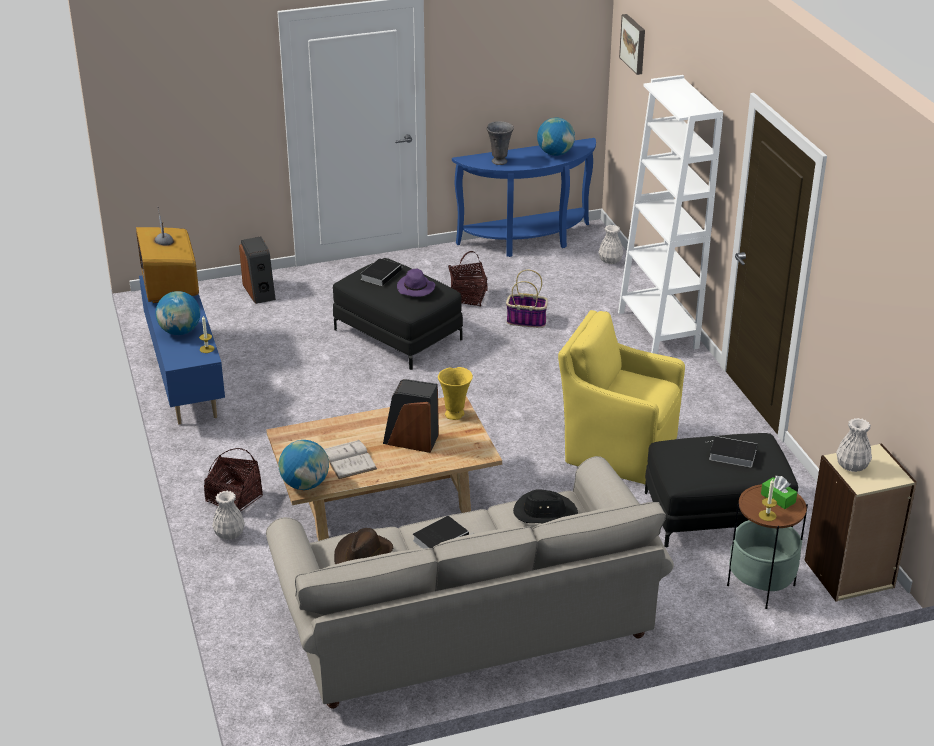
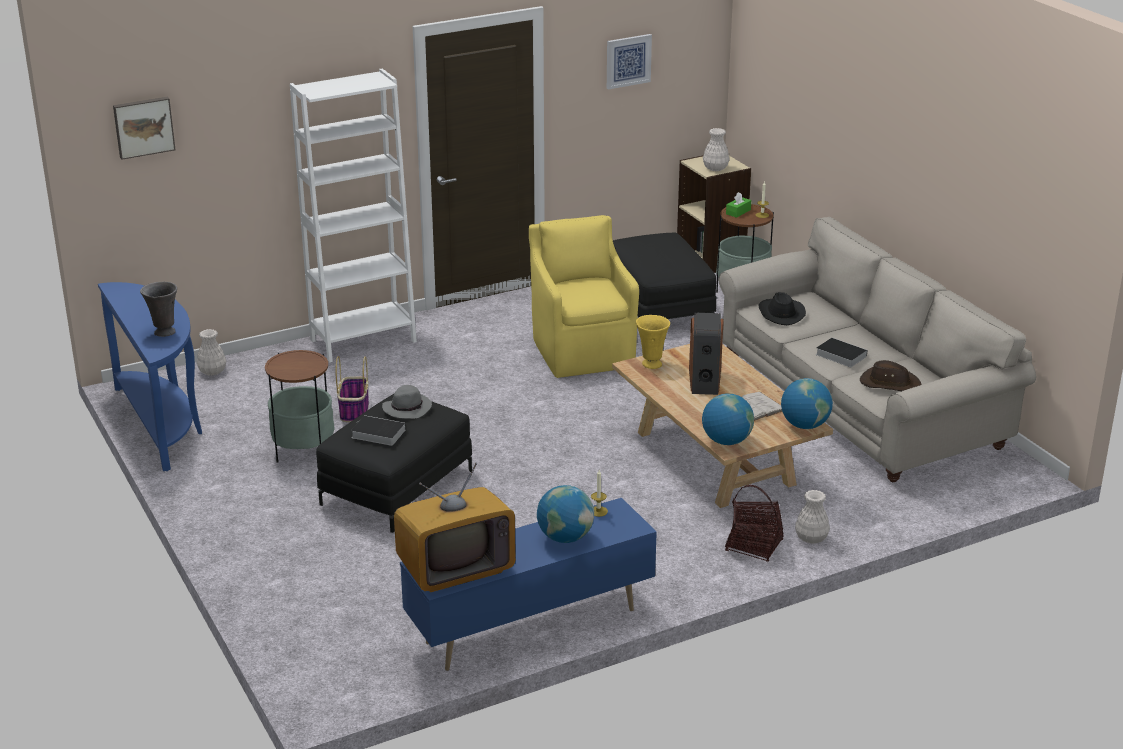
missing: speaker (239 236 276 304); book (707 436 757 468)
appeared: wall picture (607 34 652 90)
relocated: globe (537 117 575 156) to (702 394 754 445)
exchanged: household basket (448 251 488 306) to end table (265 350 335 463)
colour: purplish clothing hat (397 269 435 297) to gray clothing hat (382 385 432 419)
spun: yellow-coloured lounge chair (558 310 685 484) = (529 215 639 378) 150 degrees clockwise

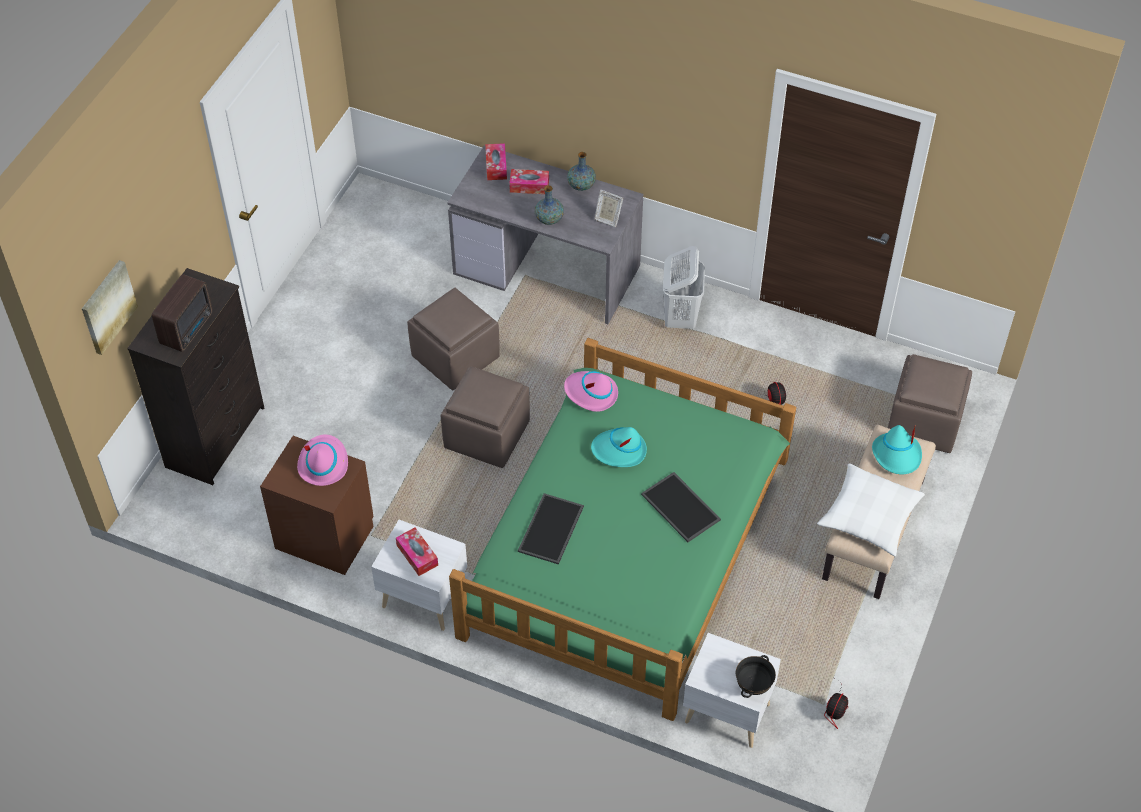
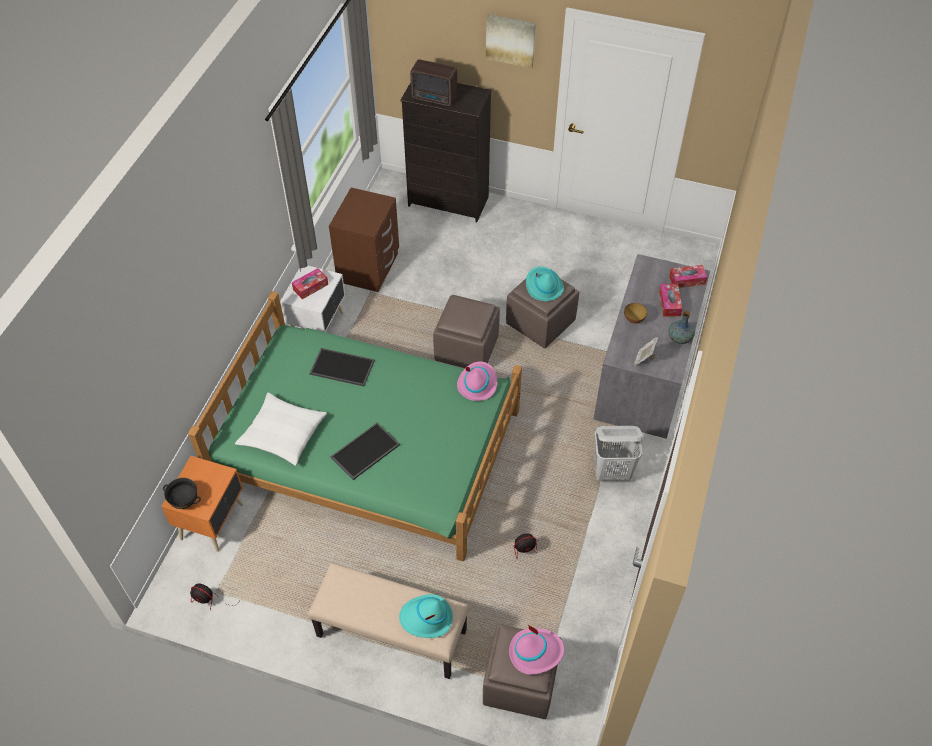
relocated: white-coloured pillow (817 463 925 556) to (235 392 327 466); wall picture (82 260 138 355) to (486 14 536 68); pink clothing hat (297 435 348 486) to (509 624 564 675); blue-green clothing hat (591 427 647 467) to (526 267 564 301)
exchanged: decorative vase (535 185 564 225) to bowl (624 303 647 324)
colour: white-coloured night table (683 633 781 748) to orange night table (161 456 243 552)

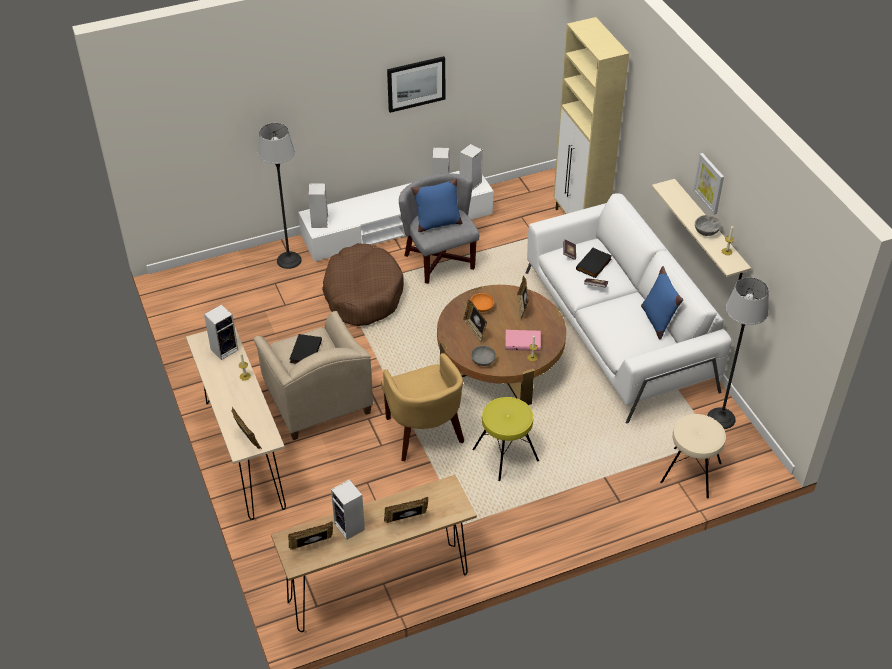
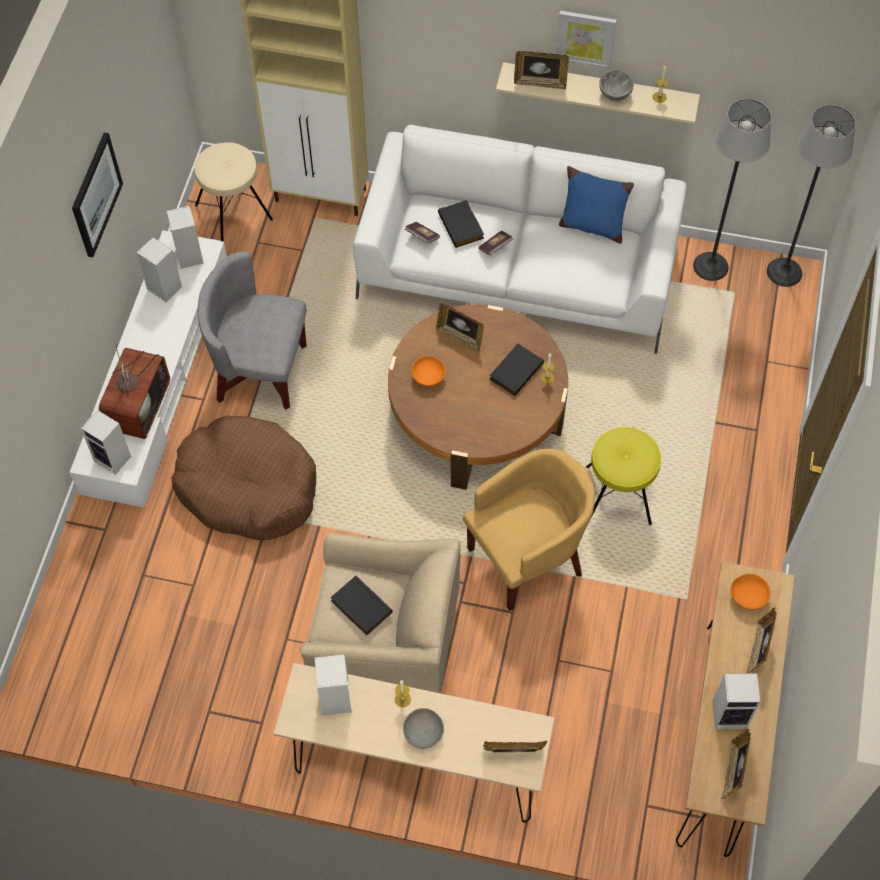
missing: blue-coloured pillow (411 178 463 232)
appeared: TV (99 342 170 439); orange bowl (731 574 771 610)
relocated: sand-coloured stool (660 414 726 499) to (194 142 273 241); gray bowl (471 346 496 366) to (403 708 444 749); picture frame (463 299 487 343) to (514 51 569 90); standing lamp (258 123 302 269) to (767 105 855 287)
colour: pink book (505 330 541 351) to blackish book (489 344 544 396)
spun: yellow-coloured lounge chair (381 353 464 461) = (463 449 595 611) 45 degrees counterclockwise

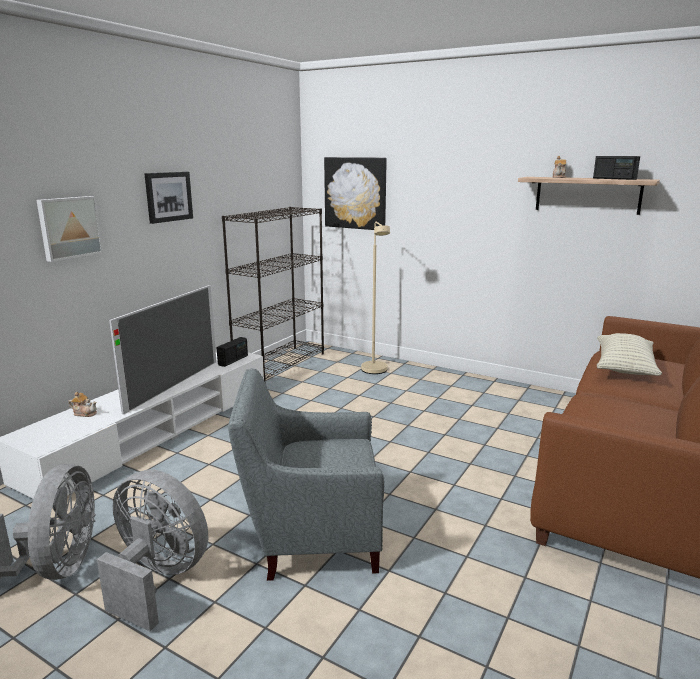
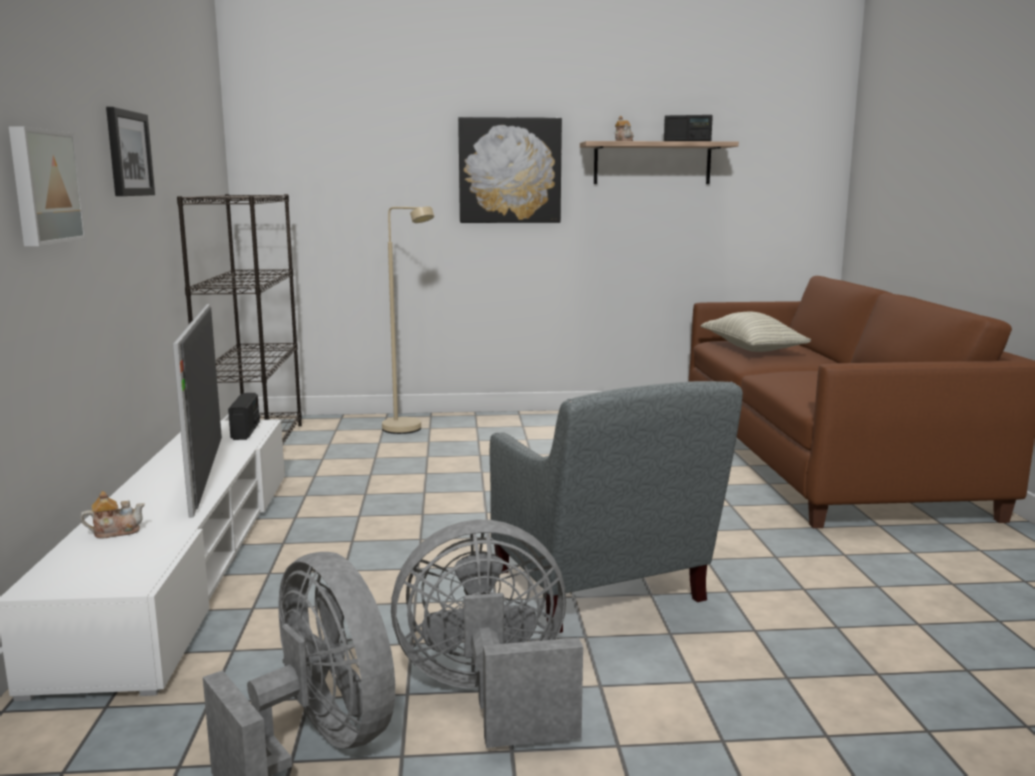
relocated: wall picture (324 157 387 230) to (458 117 562 223)
spun: gray lounge chair (228 368 385 581) = (490 381 743 633) 75 degrees counterclockwise

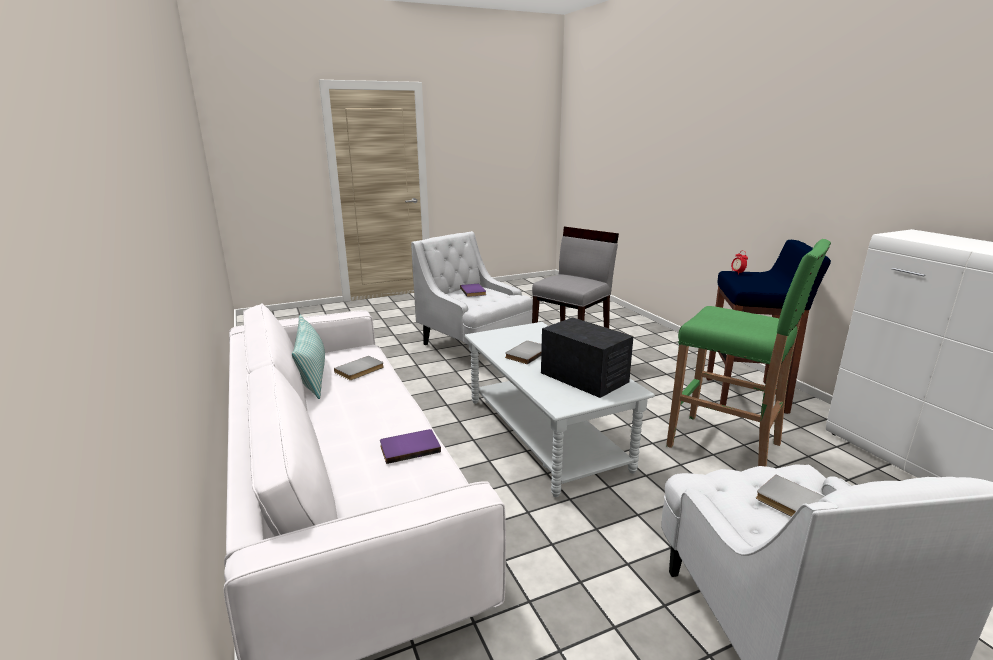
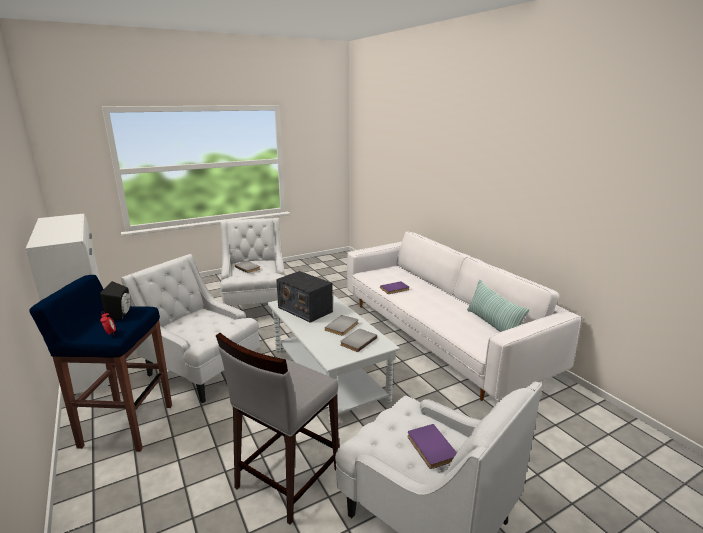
appeared: blackish speaker (100 281 131 321)
relocated: gray book (334 356 384 380) to (340 329 377 352)
exchanged: green stool (666 239 831 467) to white-coloured lounge chair (121 254 260 403)

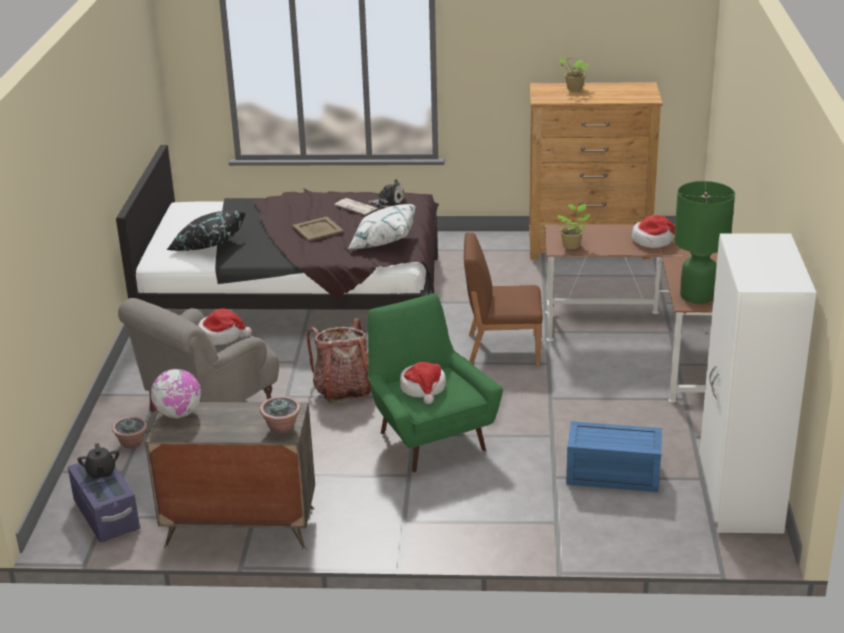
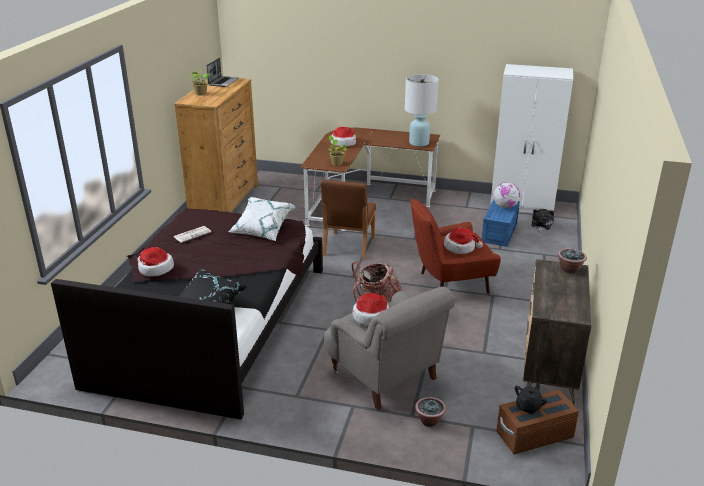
missing: sand-coloured carrying tray (292 217 344 241)
appeared: clothing hat (138 247 174 277); portable computer (206 58 239 87)
relocated: globe (151 369 201 419) to (493 182 520 208); soft toy (368 179 405 208) to (531 209 554 232)
colour: green lamp for a table (674 181 735 304) to white-coloured lamp for a table (405 74 439 147); green lounge chair (368 293 503 472) to red lounge chair (411 199 501 294); purplish storage container (68 461 140 542) to brown storage container (496 390 579 454)
spun: blackish pot for tea (77 443 119 479) = (515 383 547 415) 45 degrees counterclockwise

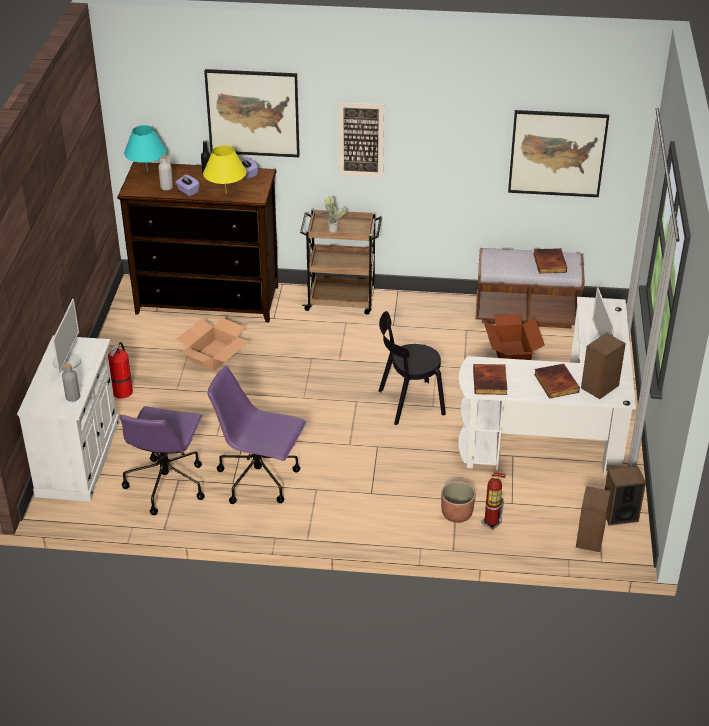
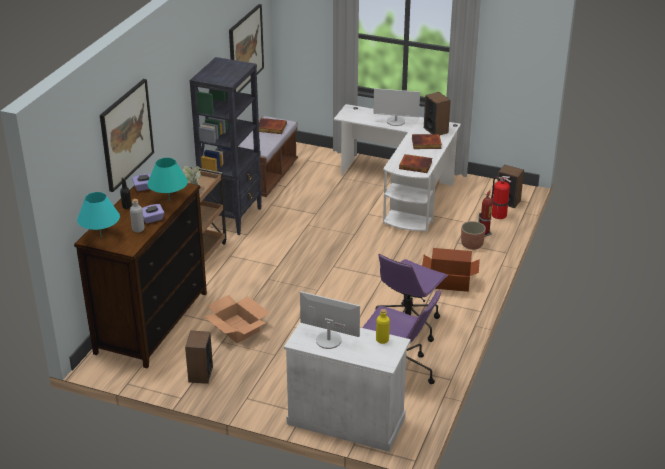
missing: wall picture (338 102 384 177); blackish chair (379 311 446 425)
appeared: blackish shelving unit (190 57 262 235)
relocated: speaker (605 466 646 525) to (185 331 213 384); packing box (484 314 545 360) to (422 248 480 292); extinguisher (108 342 133 399) to (491 176 511 219)
colour: yellow-coloured lamp for a table (203 145 246 193) to blue-green lamp for a table (147 158 188 202); gray drink bottle (62 363 80 402) to yellow-coloured drink bottle (376 309 390 344)

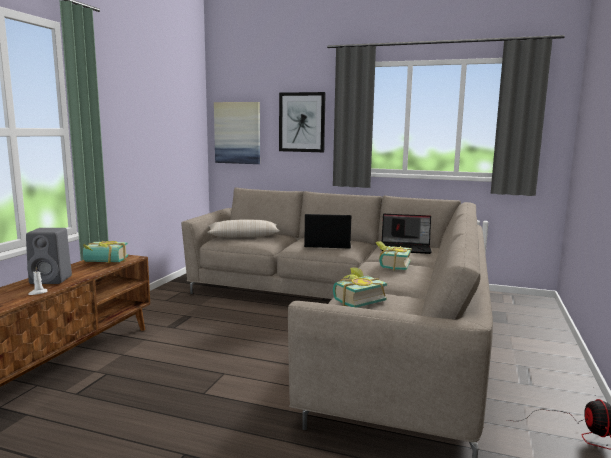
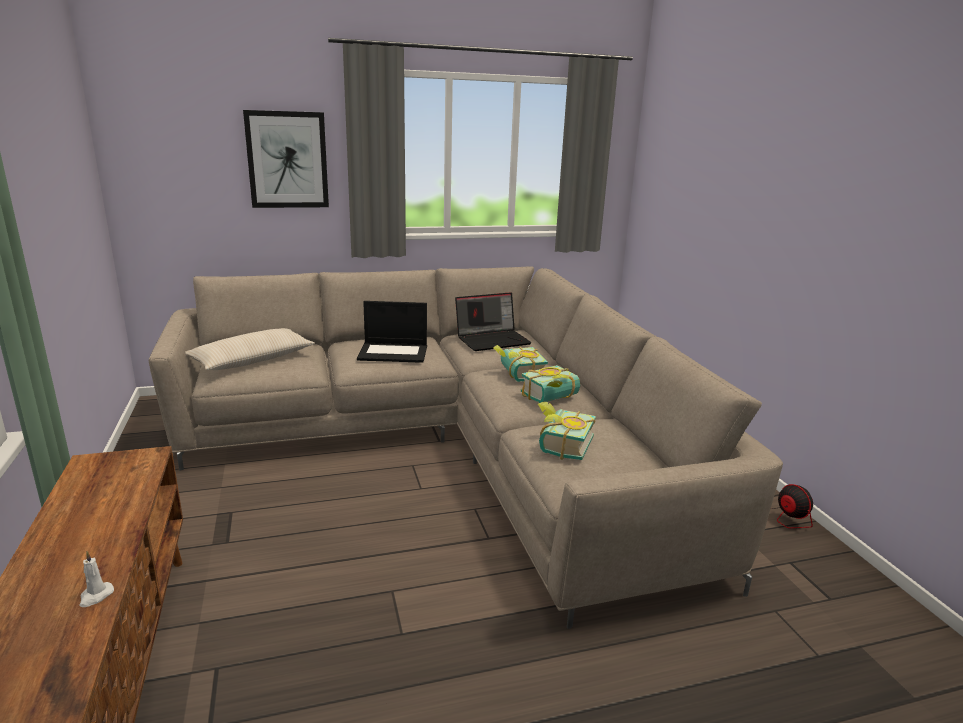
missing: gray speaker (26 228 72 284); wall picture (214 102 260 164)
relocated: book (83 241 128 263) to (521 365 580 403)
spun: portable computer (304 214 351 249) = (357 301 427 363) 150 degrees counterclockwise

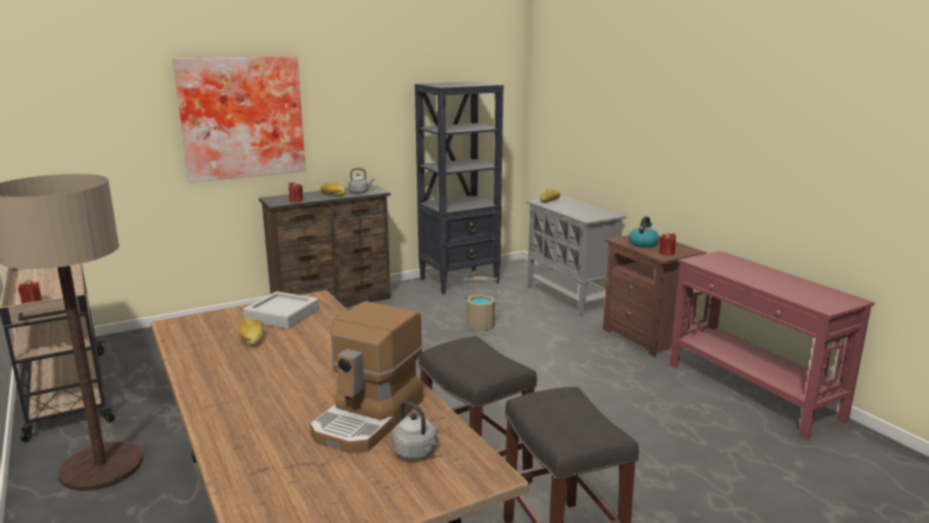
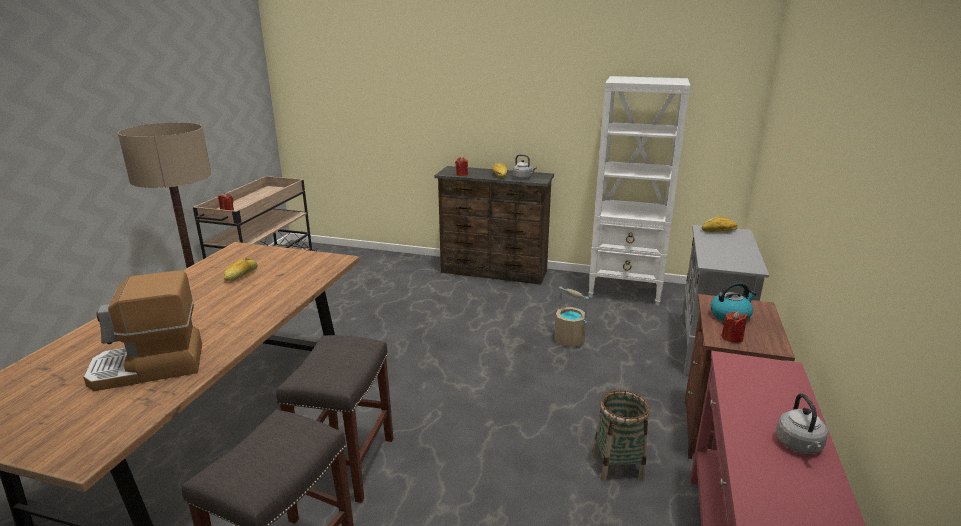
missing: wall picture (173 56 306 182); gray carrying tray (243 291 319 329)
appeared: household basket (593 390 650 482)
relocated: gray kettle (392 401 438 460) to (776 393 828 454)
colour: blackish shelving unit (415 81 504 294) to white-coloured shelving unit (589 76 690 306)

